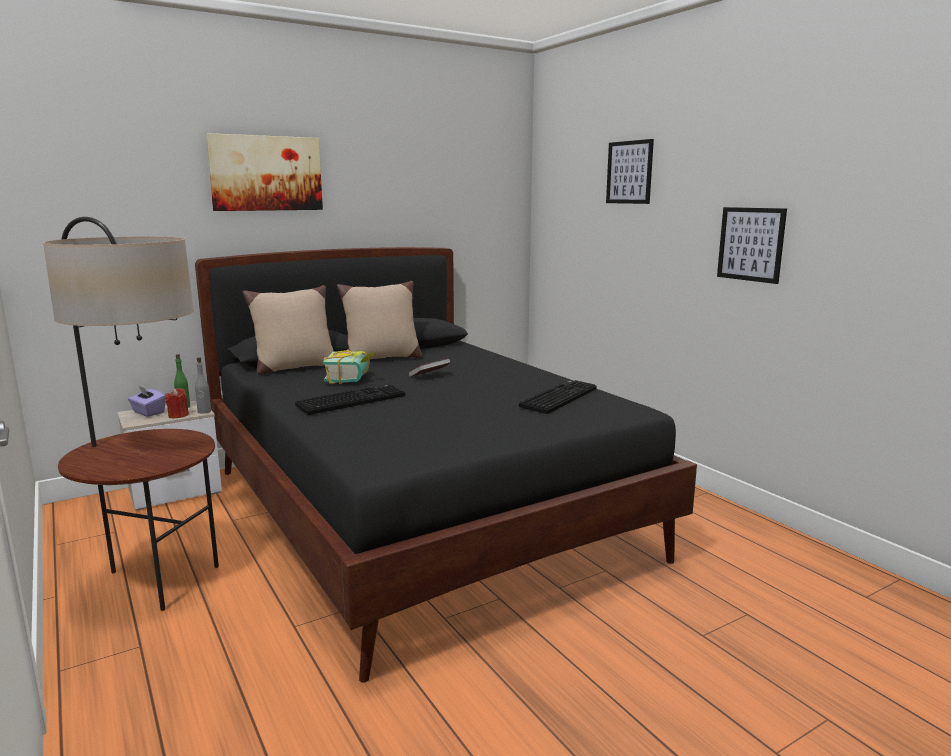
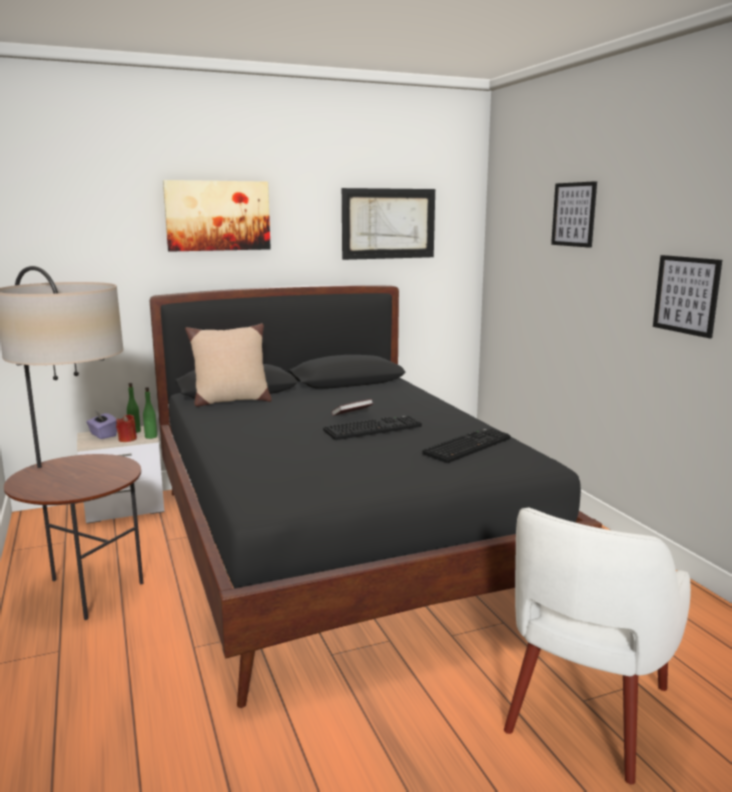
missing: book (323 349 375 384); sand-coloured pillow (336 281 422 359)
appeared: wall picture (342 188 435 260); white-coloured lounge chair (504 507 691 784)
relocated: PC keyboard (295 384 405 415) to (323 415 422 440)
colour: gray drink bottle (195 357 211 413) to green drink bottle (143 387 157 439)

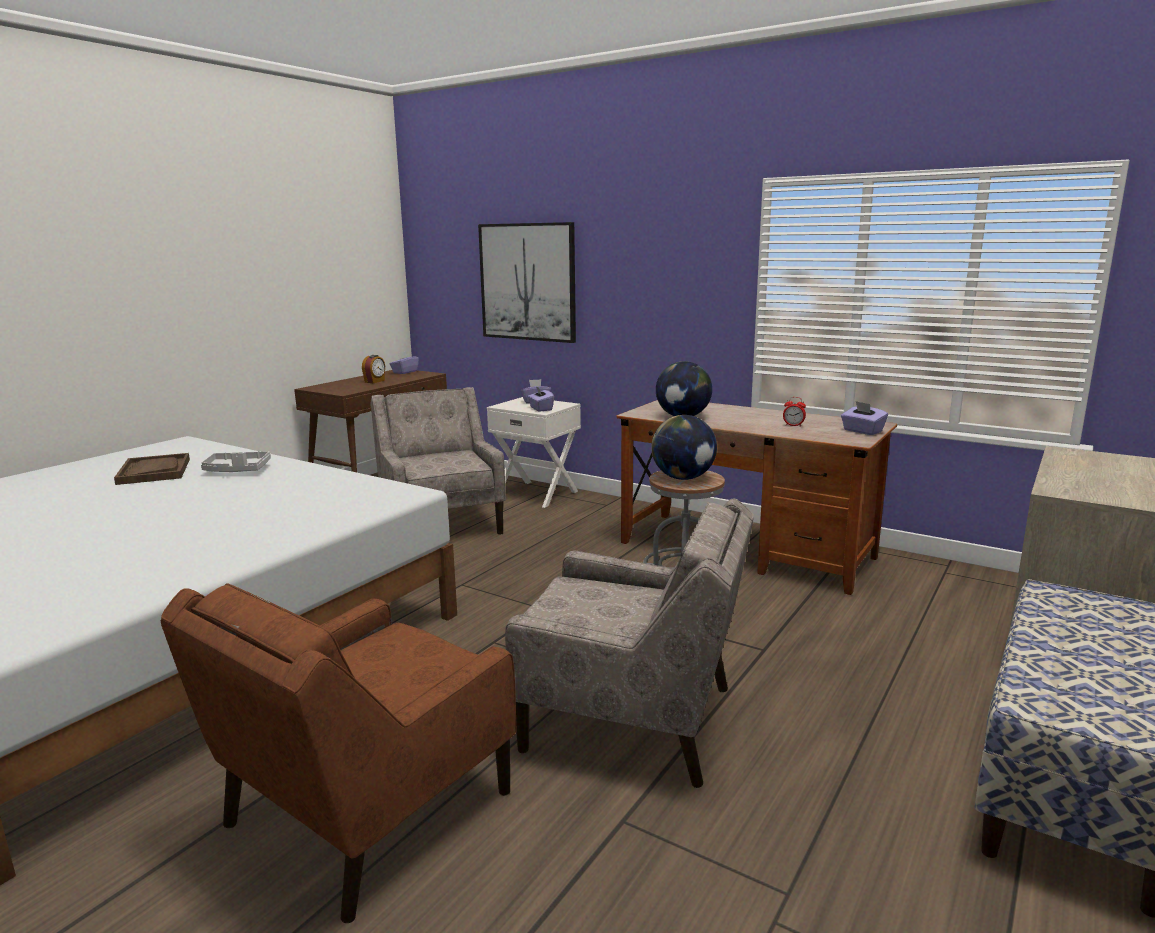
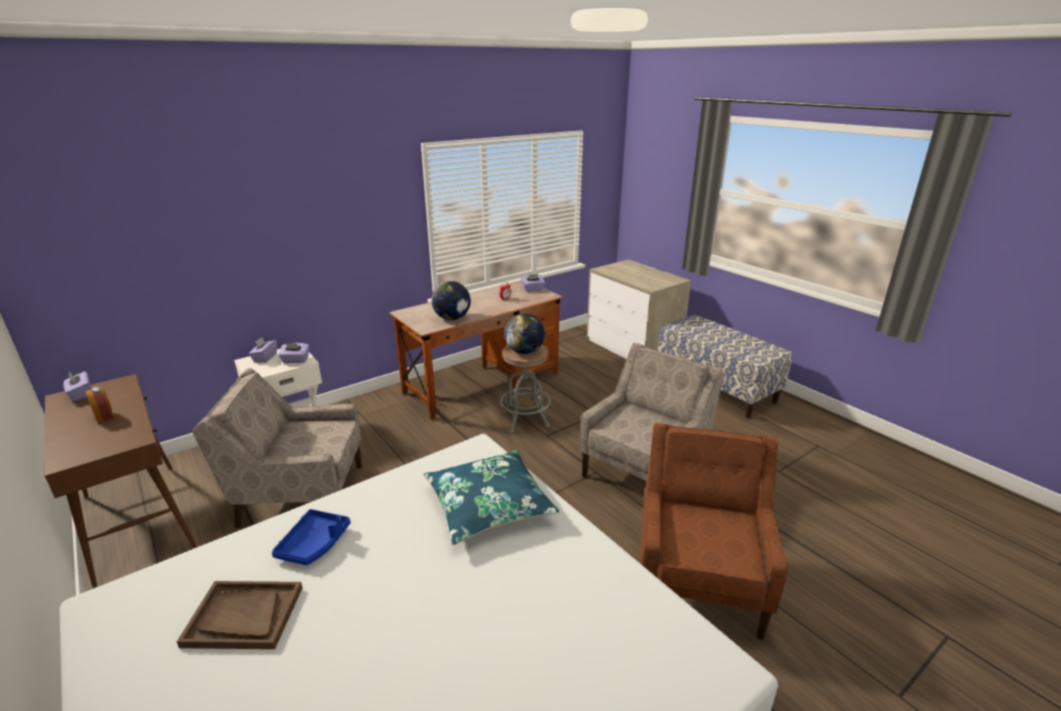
missing: wall picture (478 222 576 343)
appeared: blue-coloured pillow (424 450 559 545)
colour: gray carrying tray (201 451 271 472) to blue-coloured carrying tray (272 509 351 565)
spun: brown lounge chair (161 583 517 923) = (640 423 788 640) 135 degrees counterclockwise

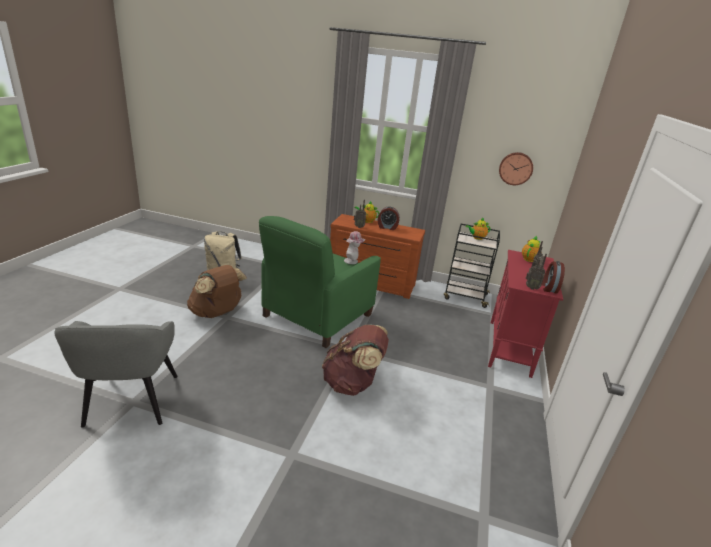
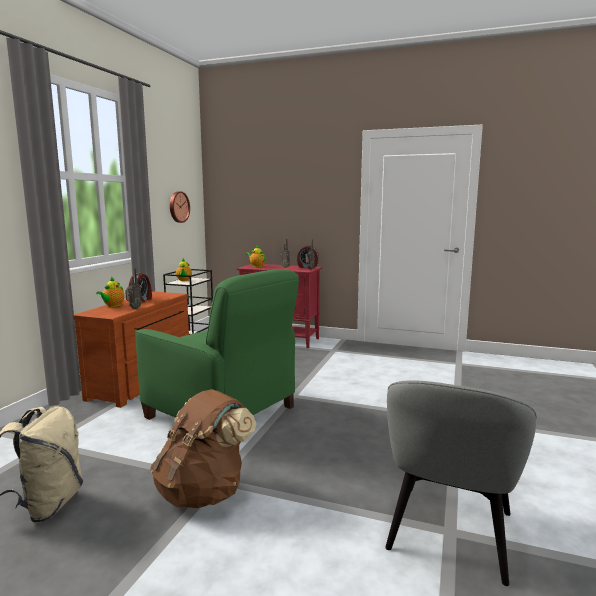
missing: brown backpack (322 324 389 396); clothing hat (344 231 366 264)
spun: gray lounge chair (54 321 178 428) = (385 380 537 586) 120 degrees clockwise

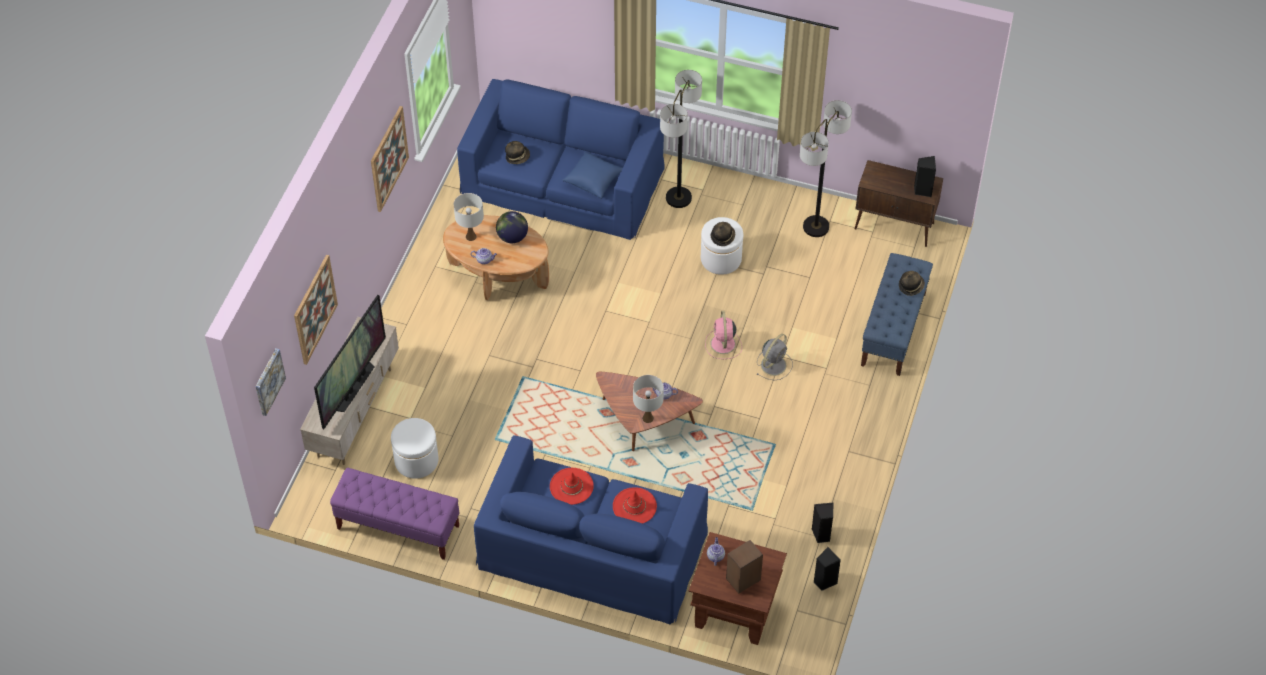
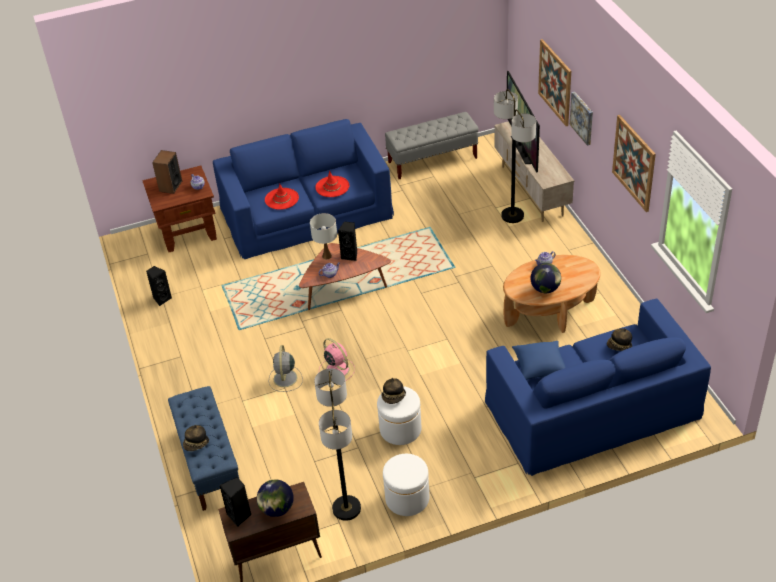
missing: white-coloured lamp for a table (454 193 484 241)
appeared: globe (257 479 294 517)
relocated: blackish speaker (814 547 841 591) to (338 221 357 261); white-coloured ottoman (391 418 439 479) to (383 454 429 516); standing lamp (660 70 702 208) to (494 89 536 223); wall picture (255 348 286 416) to (570 92 593 146)
colour: purplish long seat (330 468 460 560) to gray long seat (385 112 479 179)

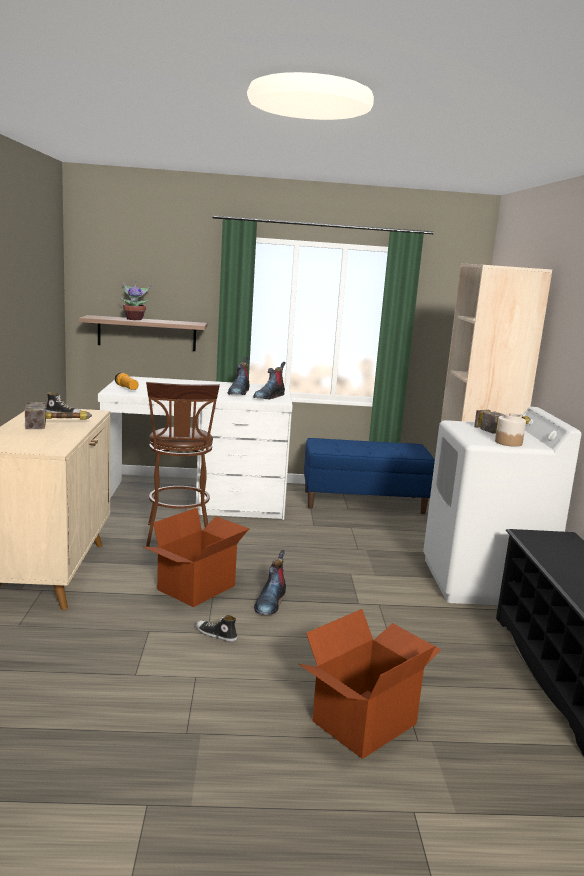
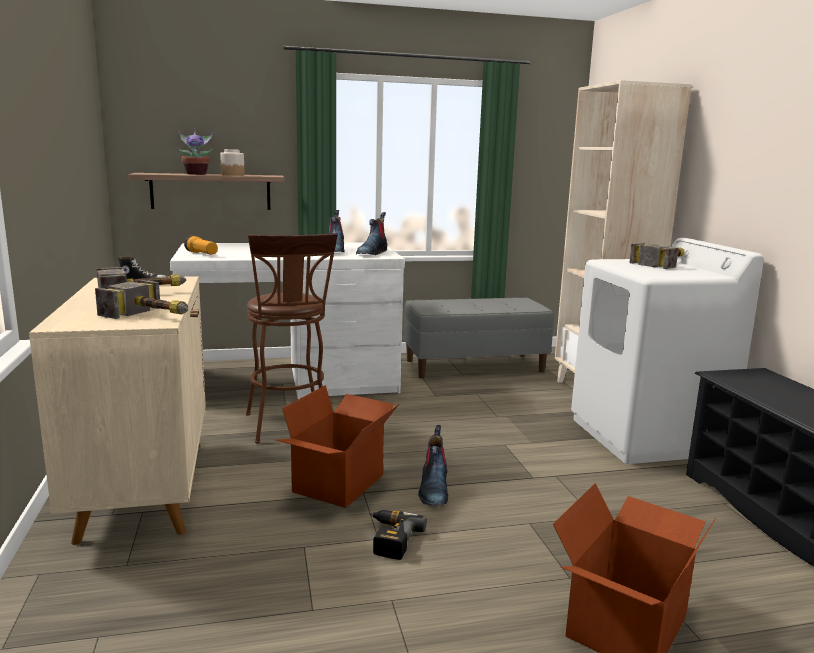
appeared: hammer (95 280 188 319)
relocated: jar (495 413 526 447) to (220 149 245 176)
exchanged: low shoe (196 615 238 642) to electric drill (370 510 427 560)
colour: blue-coloured long seat (304 438 435 514) to gray long seat (404 297 554 378)

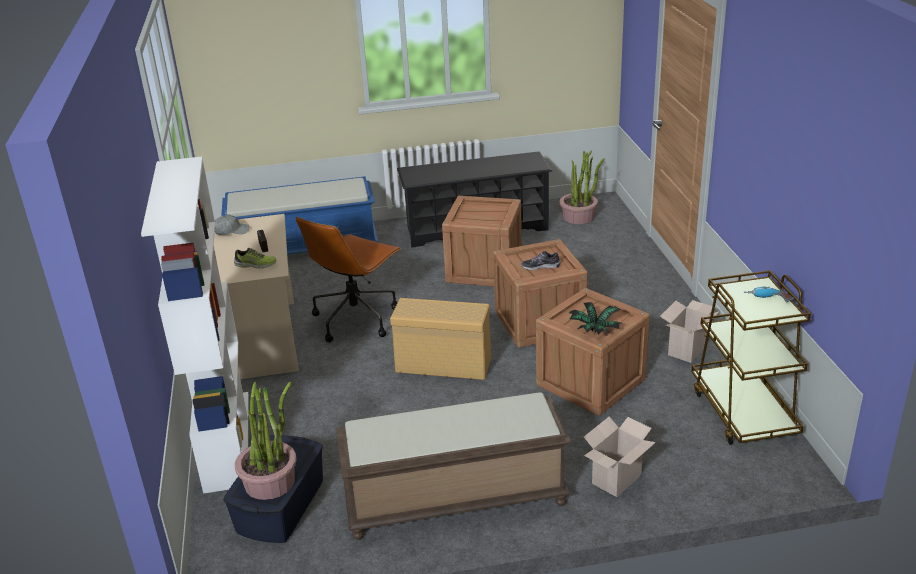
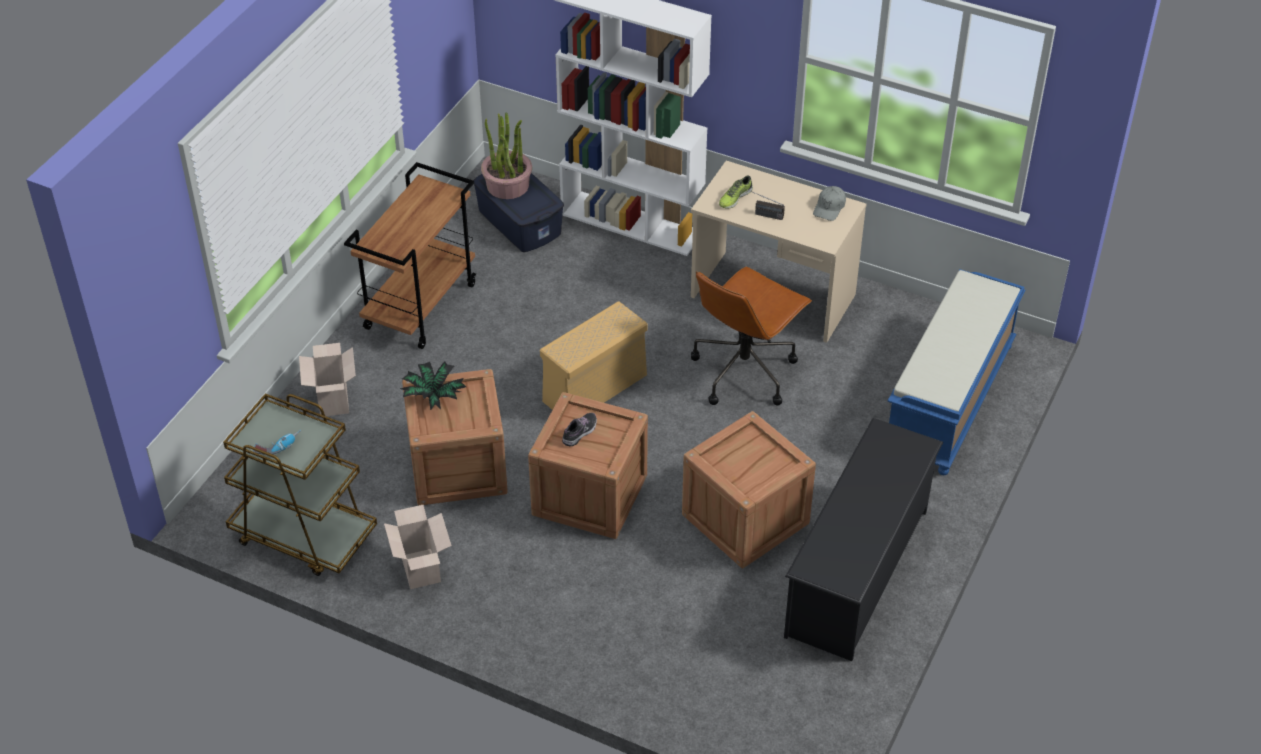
missing: potted plant (560 151 604 224)
exchanged: brown long seat (336 392 571 540) to brown cart (344 162 476 349)
spun: brown office chair (296 217 402 342) = (691 266 812 406) 120 degrees counterclockwise

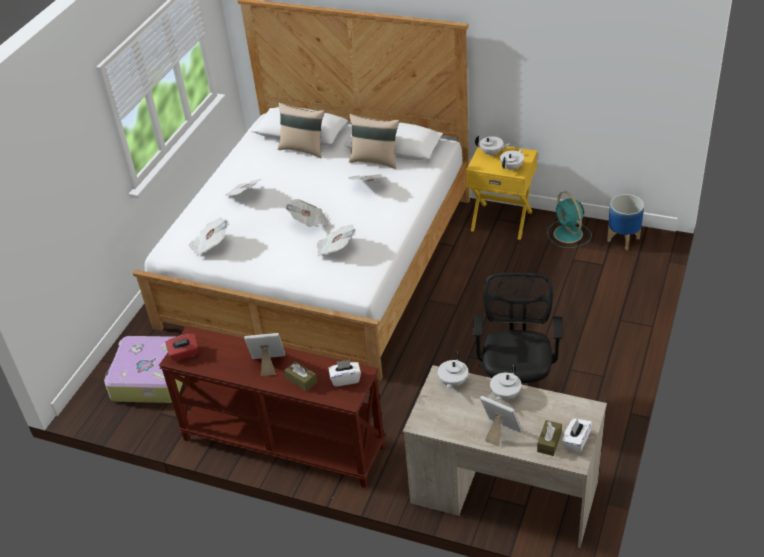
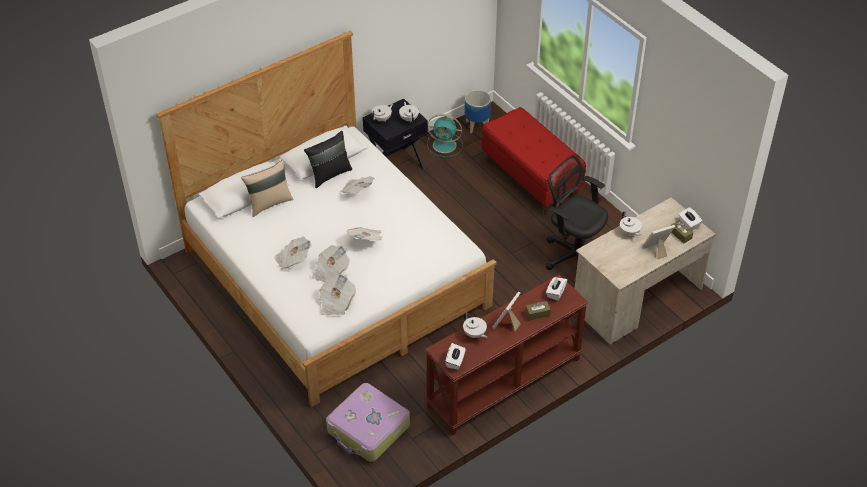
appeared: red long seat (482 107 586 215)
relocated: printed paper (317 224 356 256) to (312 245 350 282); white-coloured pot for tea (438 352 468 389) to (463 313 487 338)
colour: sand-coloured pillow (349 114 399 169) to blackish pillow (304 131 352 188); yellow-coloured night table (466 146 537 240) to blackish night table (363 99 428 170); red tissue box (165 334 198 361) to white-coloured tissue box (445 343 466 370)

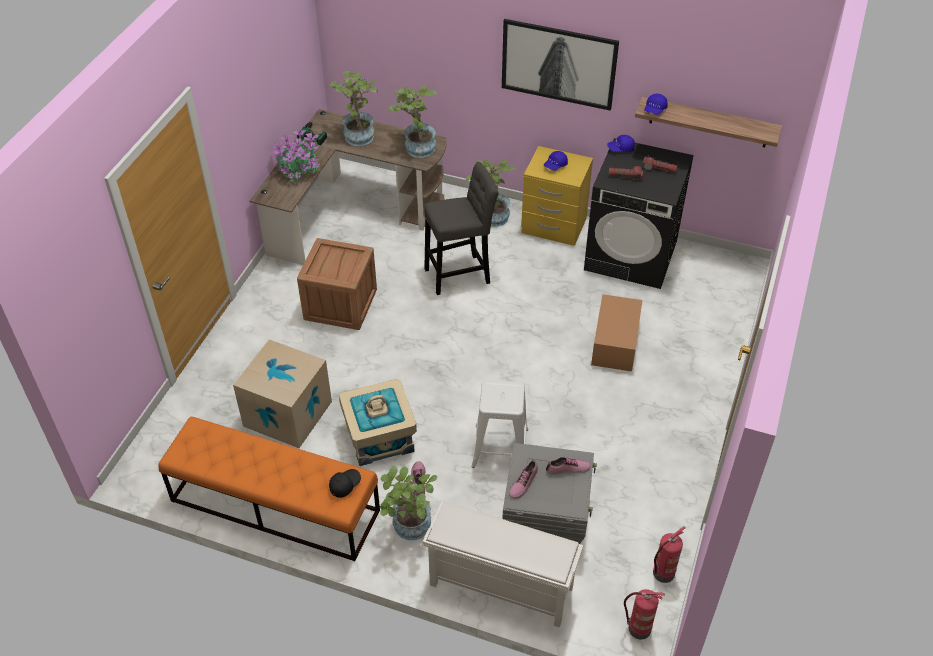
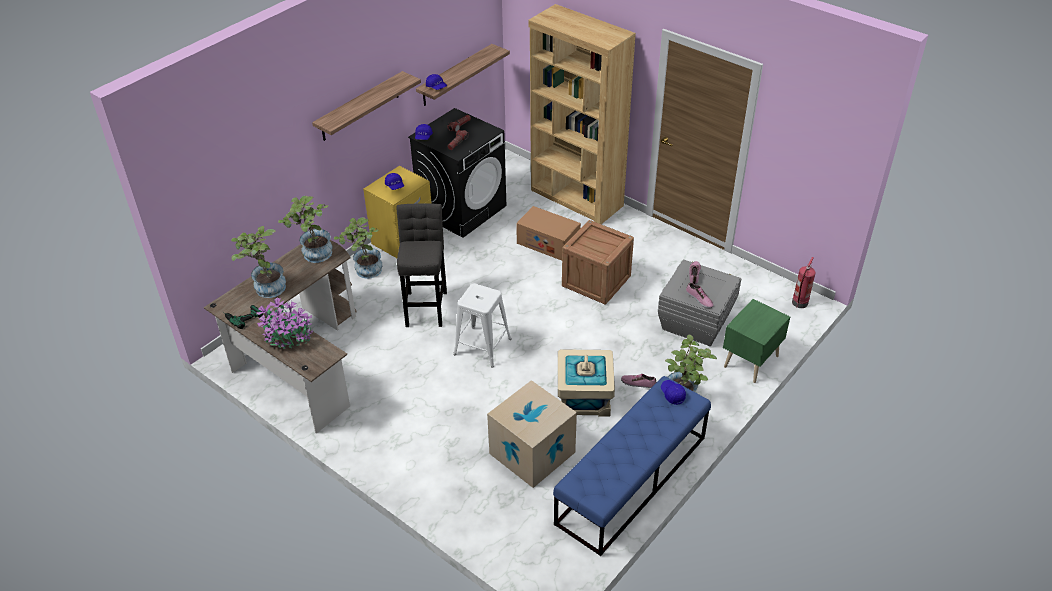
missing: extinguisher (653 526 685 583)
appeared: brown shelving unit (528 4 636 224)
relocated: white-coloured stool (472 380 528 468) to (453 283 512 368); crate (297 238 377 330) to (562 220 634 305)
exchanged: wall picture (502 19 619 111) to wall shelf (312 71 421 141); white-coloured shoe stand (422 502 583 627) to green night table (723 299 790 383)
colour: orange long seat (158 416 380 561) to blue-coloured long seat (553 376 711 556); blackish baseball cap (329 469 361 498) to blue-coloured baseball cap (661 380 686 405)

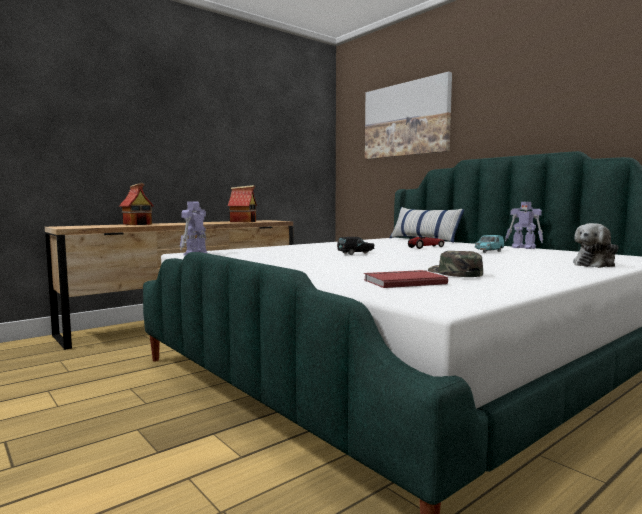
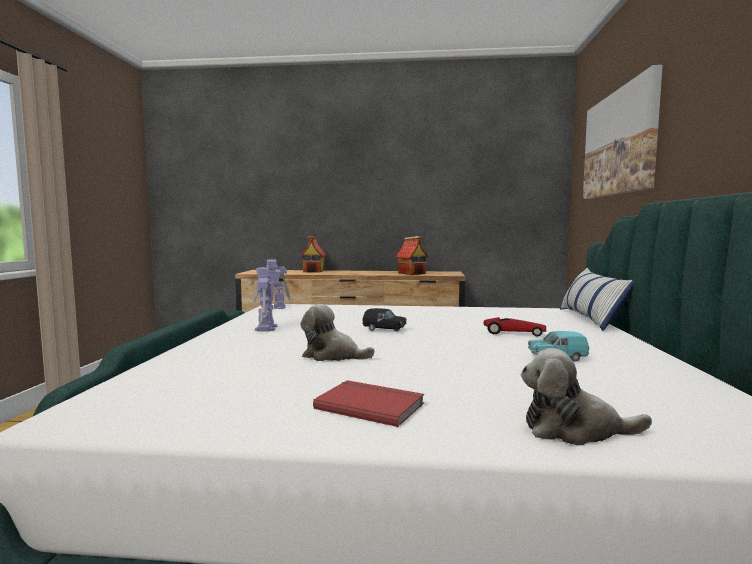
missing: green baseball cap (428 251 483 277)
appeared: soft toy (301 304 375 361)
relocated: robot figure (505 202 543 249) to (255 268 277 332); red book (364 270 448 288) to (313 380 424 427)

